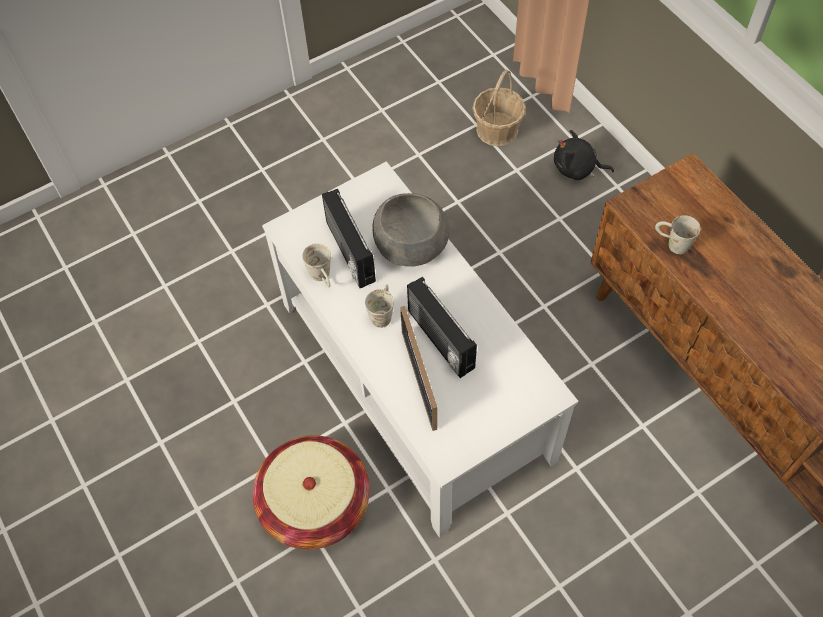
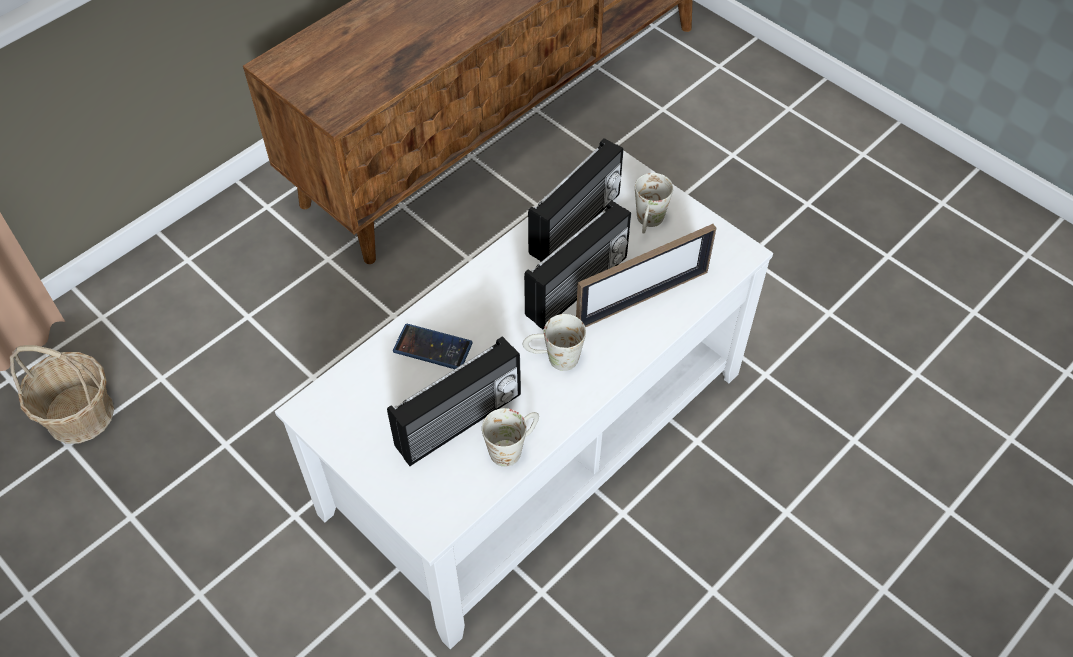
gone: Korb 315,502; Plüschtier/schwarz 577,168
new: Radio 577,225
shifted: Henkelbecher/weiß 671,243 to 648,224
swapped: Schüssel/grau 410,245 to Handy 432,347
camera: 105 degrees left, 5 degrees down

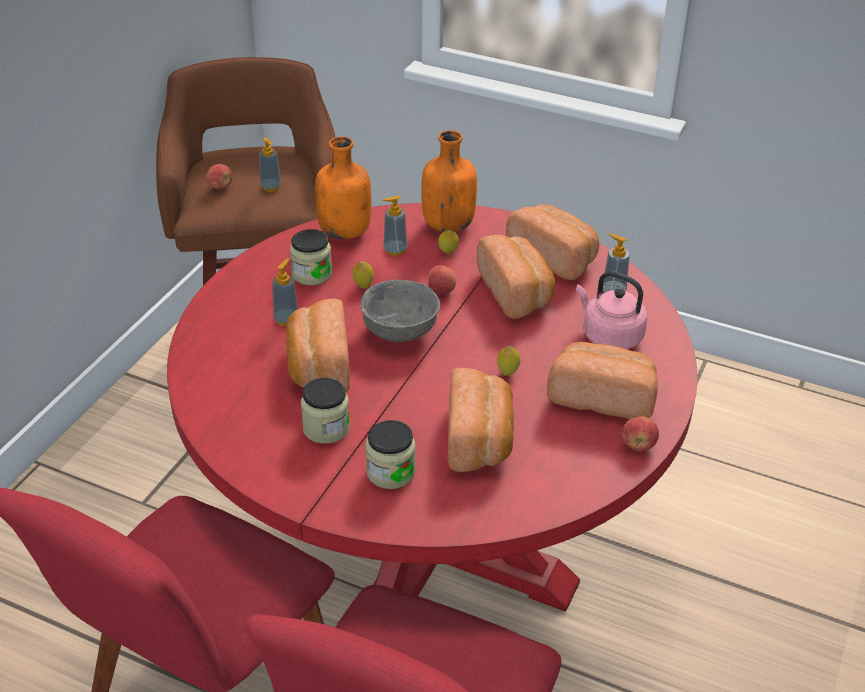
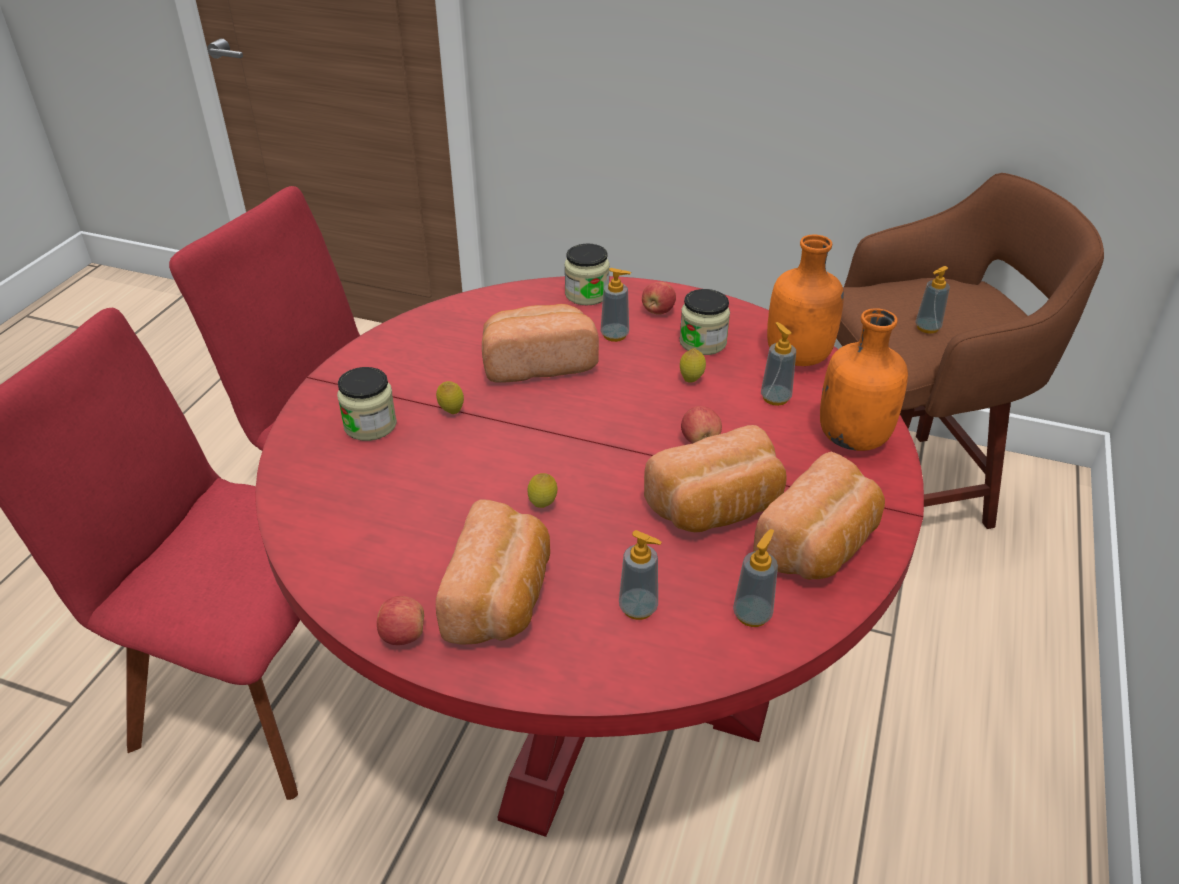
gone: Schüssel/grau 399,332; Brot 480,439
shifted: Zitrone 448,253 to 451,412; Vorratsglas 326,428 to 587,294; Apfel 220,187 to 658,311
swapped: Wasserkessel/rosa 609,336 to Seifenspender 638,607
camera: 85 degrees right, 0 degrees up

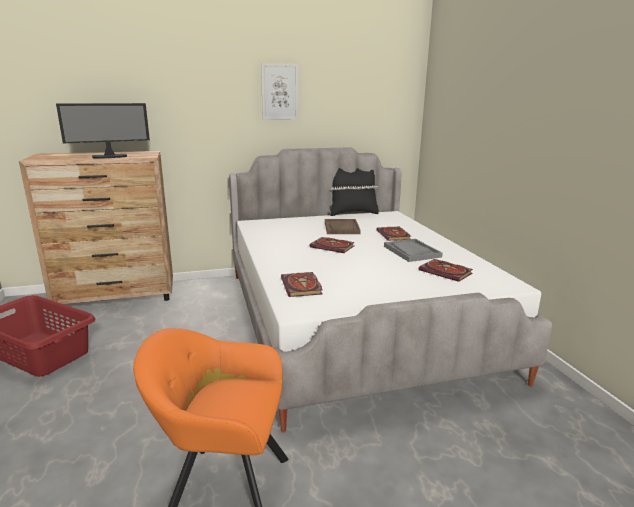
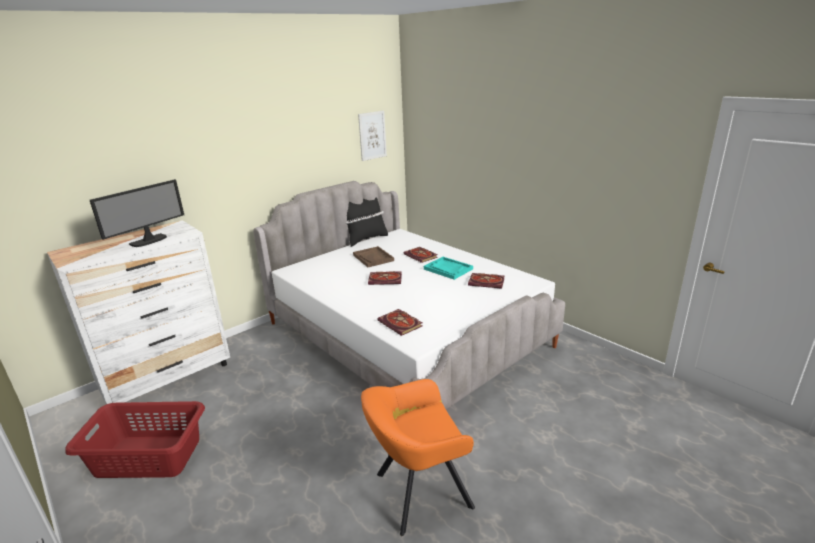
shifted: Bild 280,92 to 372,135
repainted: Kommode/braun 117,296 to Kommode/weiß 168,377; Tablett/grau 411,251 to Tablett/türkis 448,269
camera: 25 degrees left, 5 degrees up

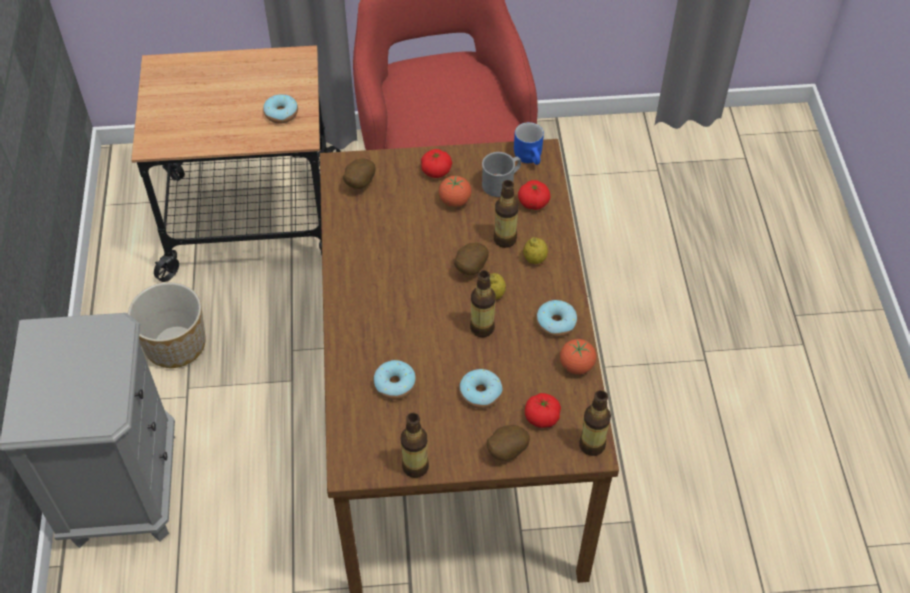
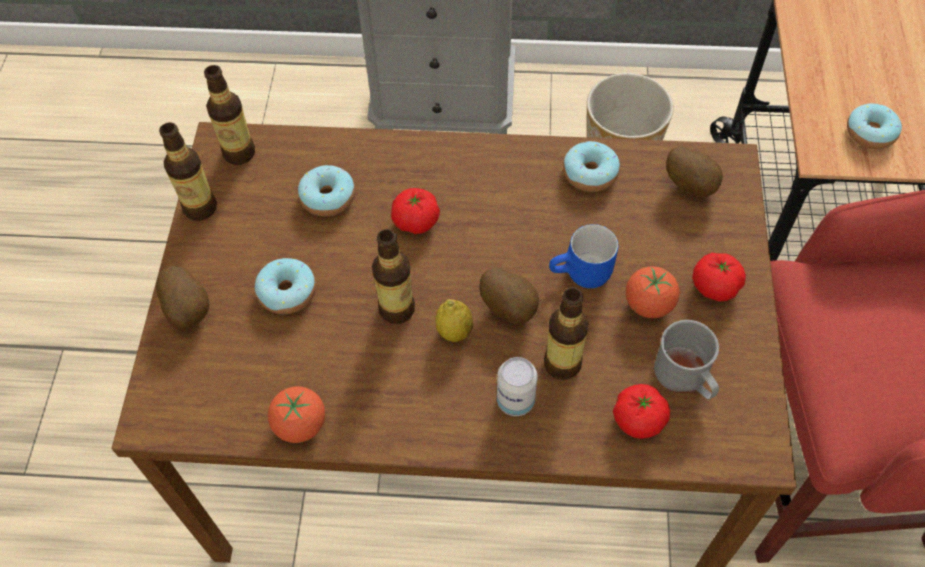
shifted: Flasche 592,445 to 239,153; Tomate 542,417 to 416,221; Henkelbecher/blau 531,157 to 582,276; Donut 556,323 to 590,173
swapped: Zitrone 534,259 to Dose 515,401
camera: 100 degrees right, 5 degrees up

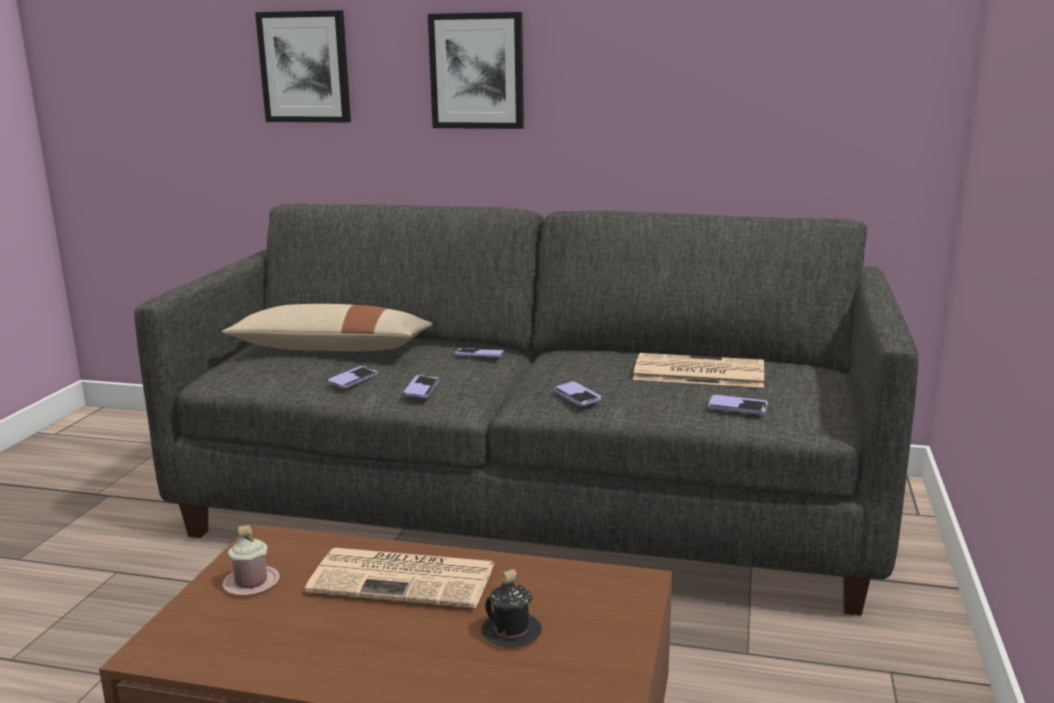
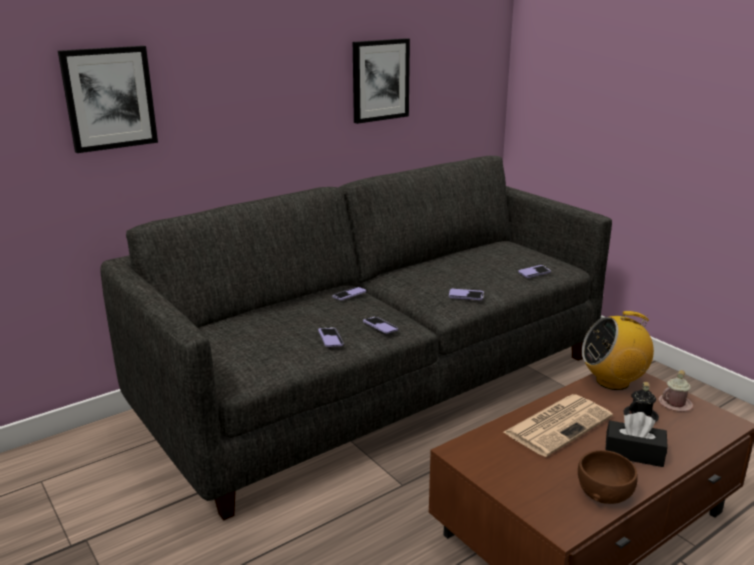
gone: Kissen/beige 332,349; Zeitung 697,372
new: Schüssel/braun 604,492; Radio 613,381; Taschentuchbox/schwarz 634,453
shifted: Bild 477,71 to 380,80; Henkelbecher/rosa 251,583 to 675,404
camera: 50 degrees left, 5 degrees up

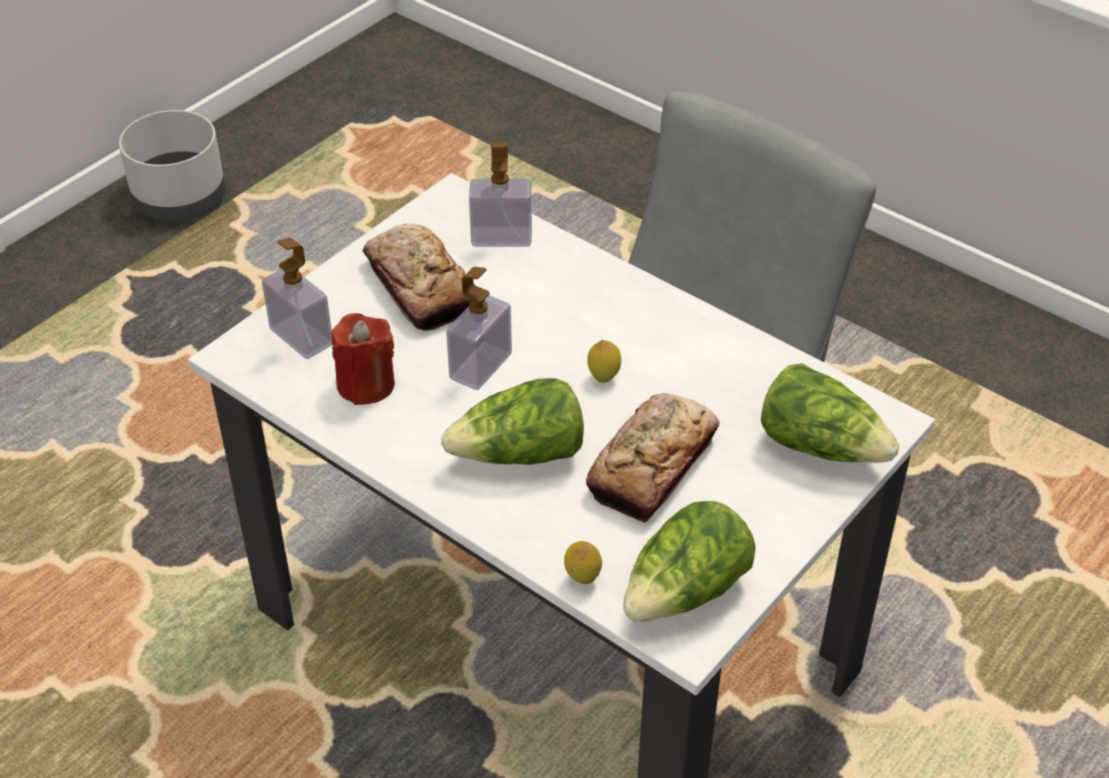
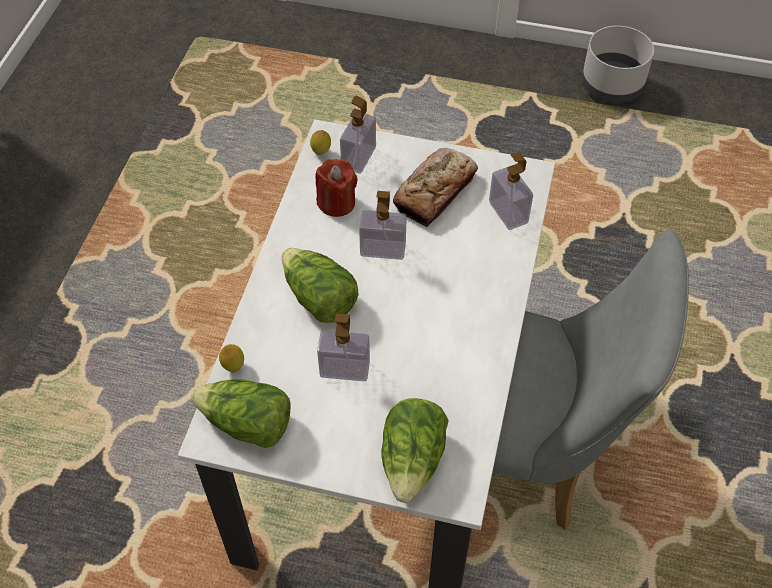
shifted: Zitrone 603,377 to 321,152
swapped: Brot 652,465 to Seifenspender 344,369
camera: 65 degrees right, 10 degrees up

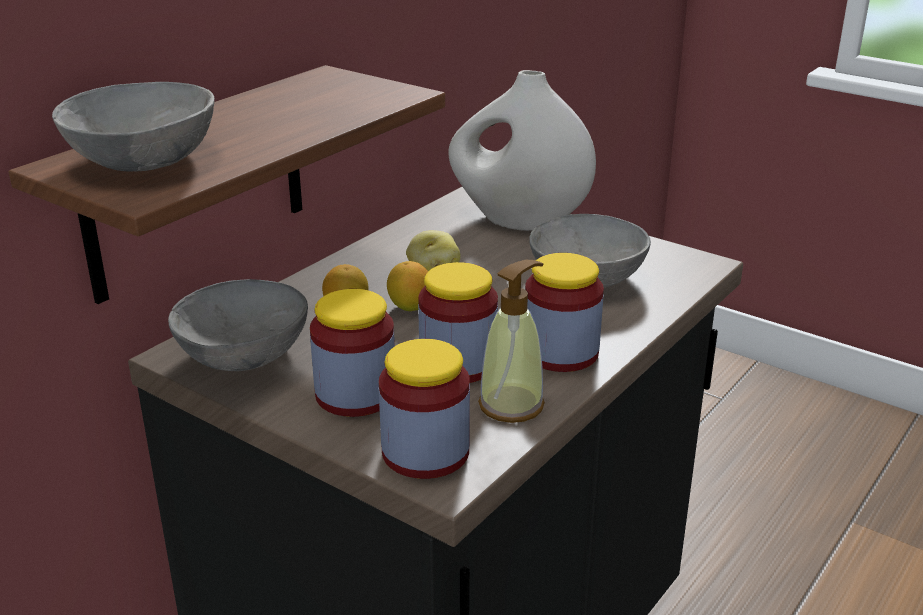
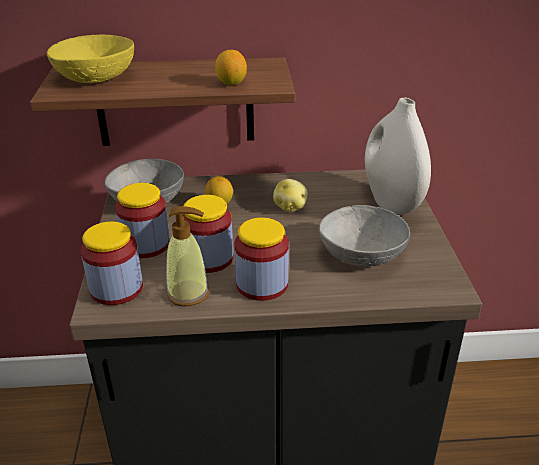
shifted: Zitrone 410,307 to 231,83
repainted: Schüssel/grau 146,159 to Schüssel/gelb 97,77
camera: 50 degrees right, 5 degrees up

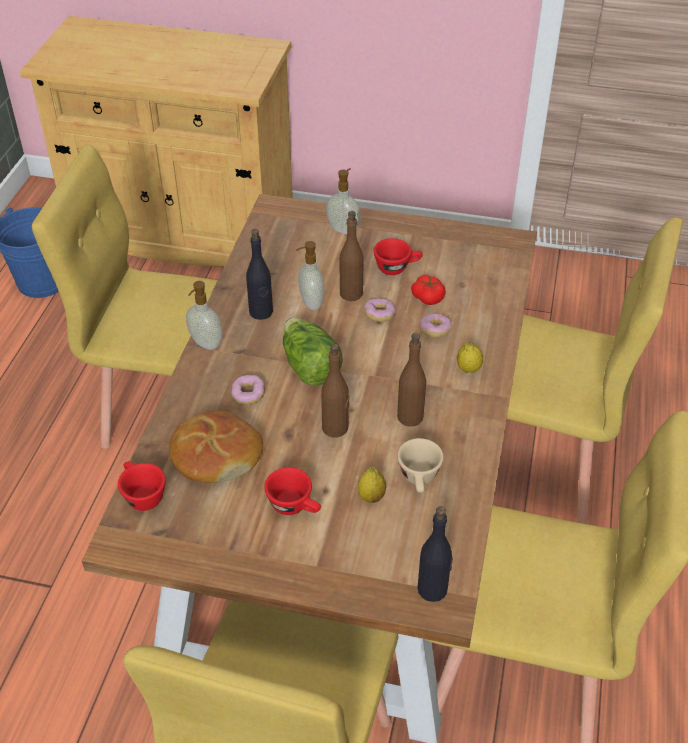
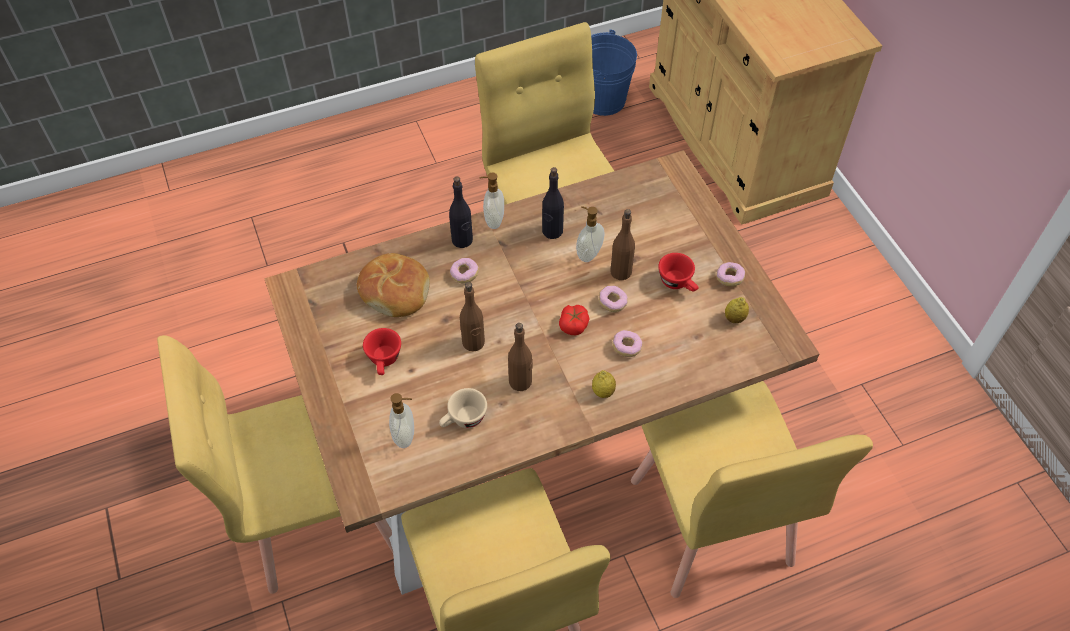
gone: Tasse/rot 141,495; Salatkopf 309,366
new: Donut 729,278
shifted: Seifenspender 343,229 to 405,436; Flasche/schwarz 433,589 to 462,240; Tomate 428,297 to 574,325; Zitrone 371,496 to 734,318
camera: 55 degrees right, 10 degrees up

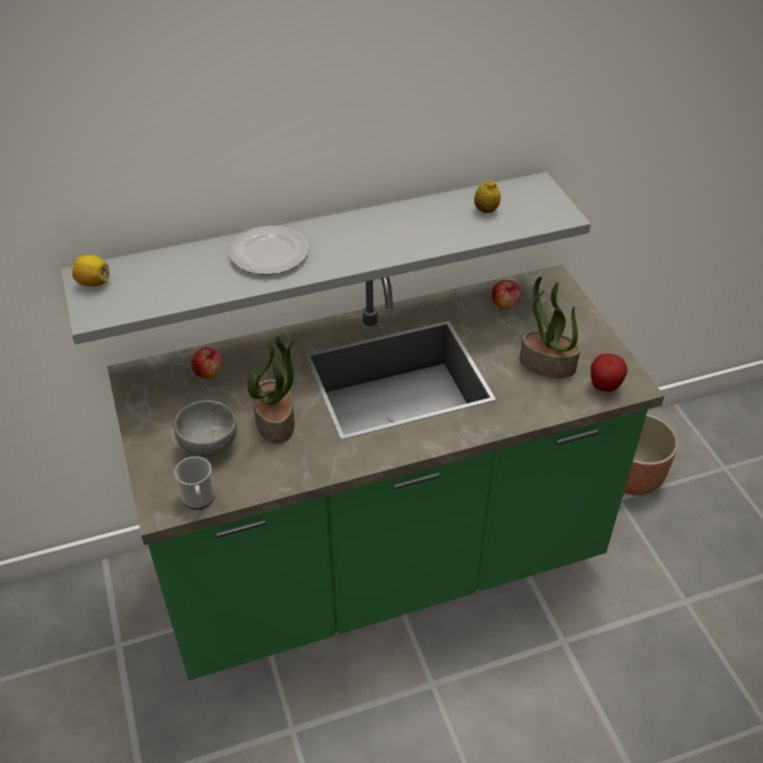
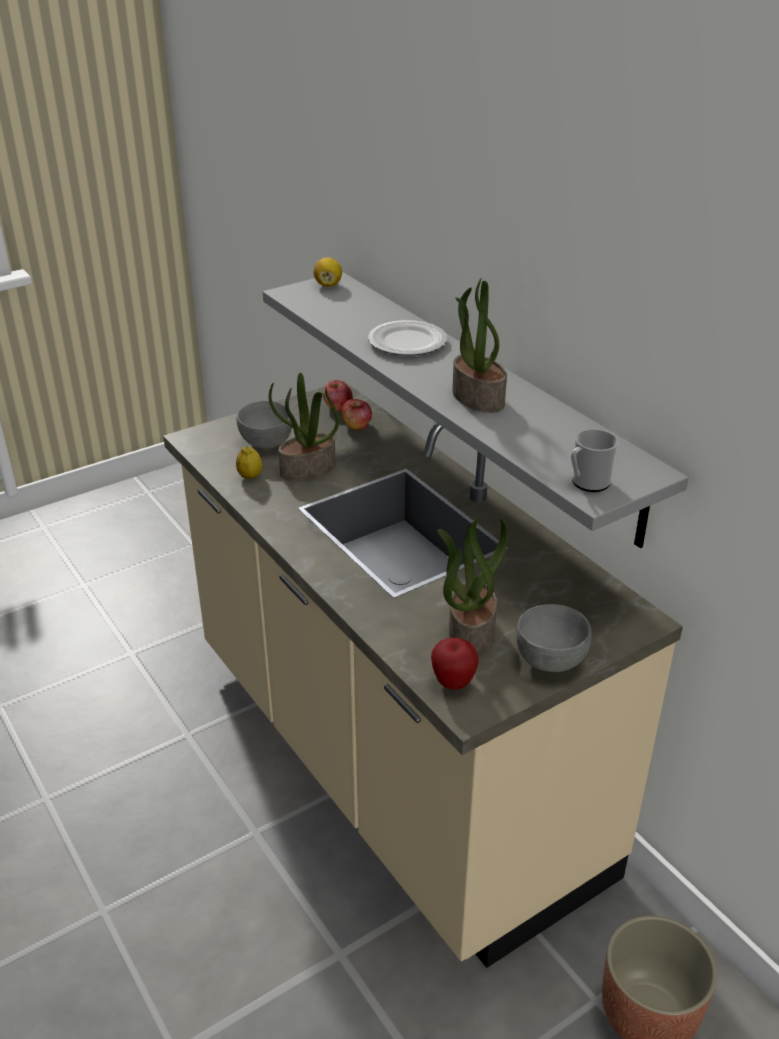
new: Topfpflanze 476,397; Schüssel/grau 551,661
shifted: Zitrone 486,210 to 250,476; Apfel 505,304 to 337,406; Henkelbecher 199,500 to 587,483
repainted: Küchenzeile/grün 381,566 to Küchenzeile/beige 389,761
camera: 75 degrees right, 10 degrees down

